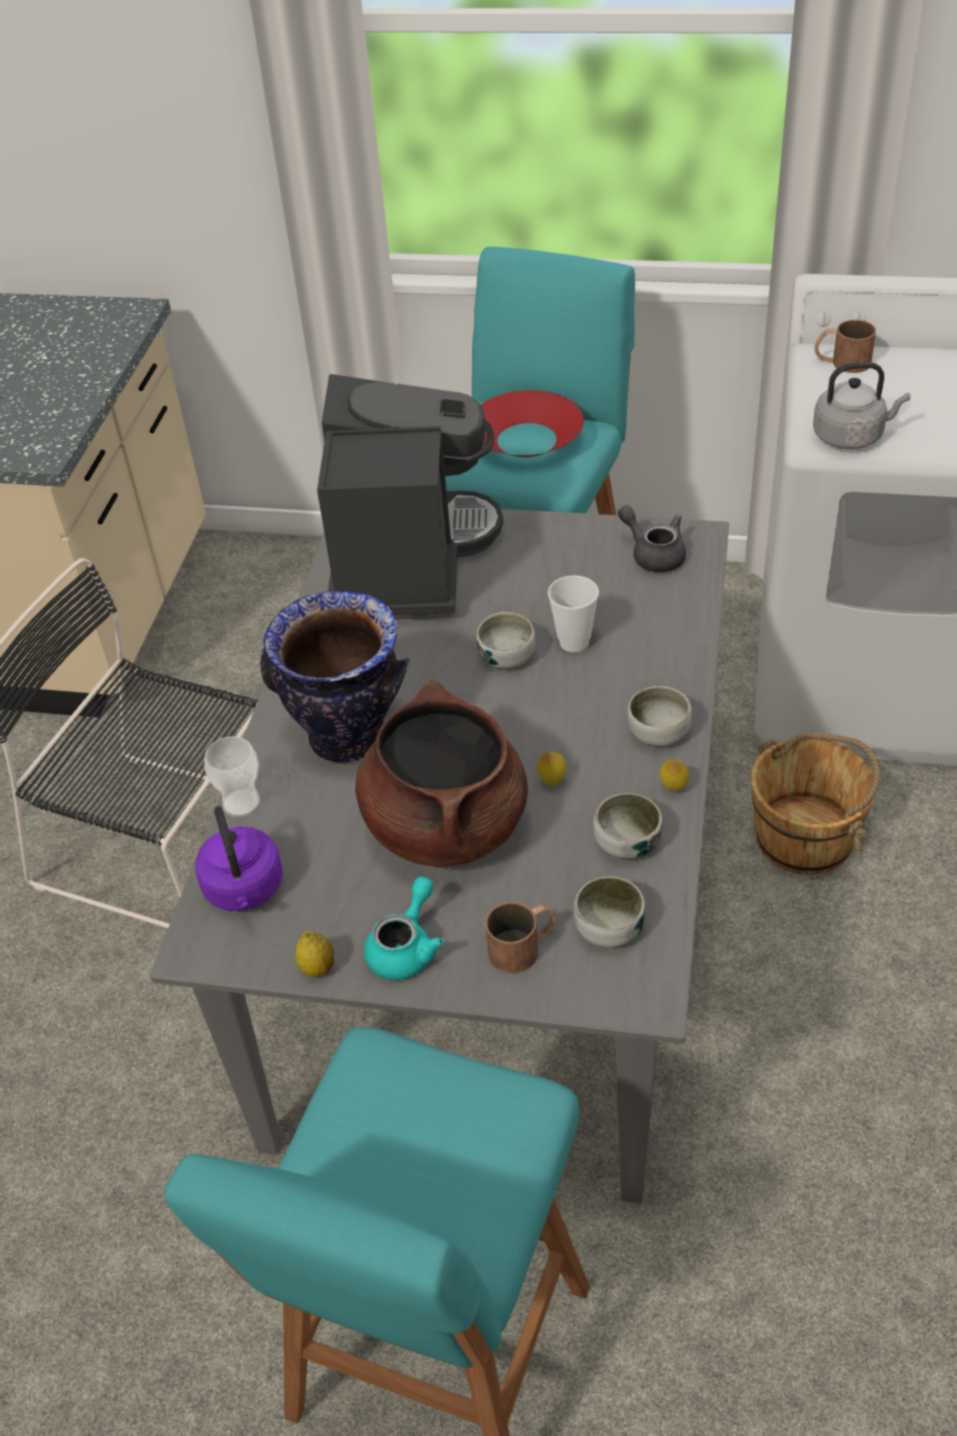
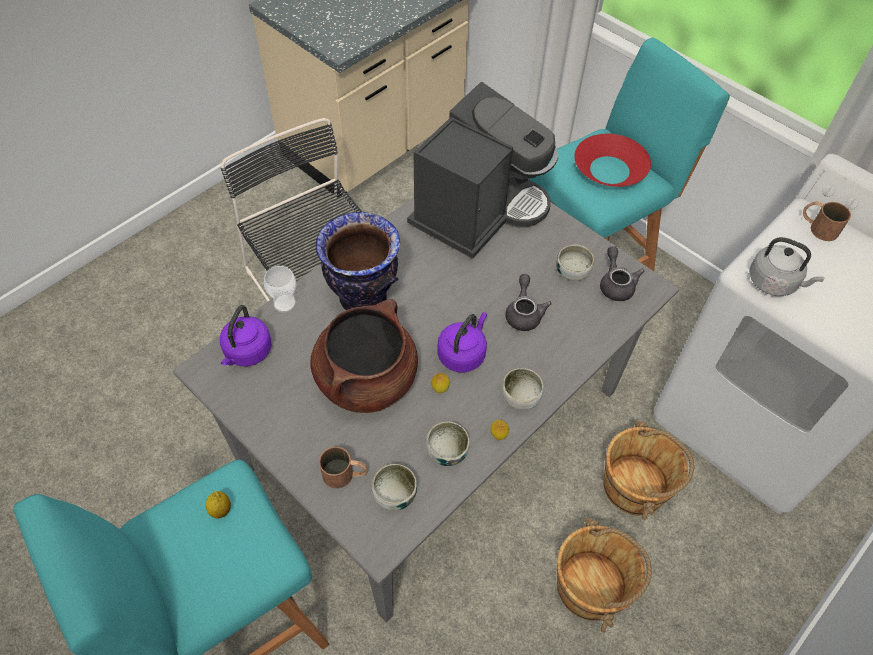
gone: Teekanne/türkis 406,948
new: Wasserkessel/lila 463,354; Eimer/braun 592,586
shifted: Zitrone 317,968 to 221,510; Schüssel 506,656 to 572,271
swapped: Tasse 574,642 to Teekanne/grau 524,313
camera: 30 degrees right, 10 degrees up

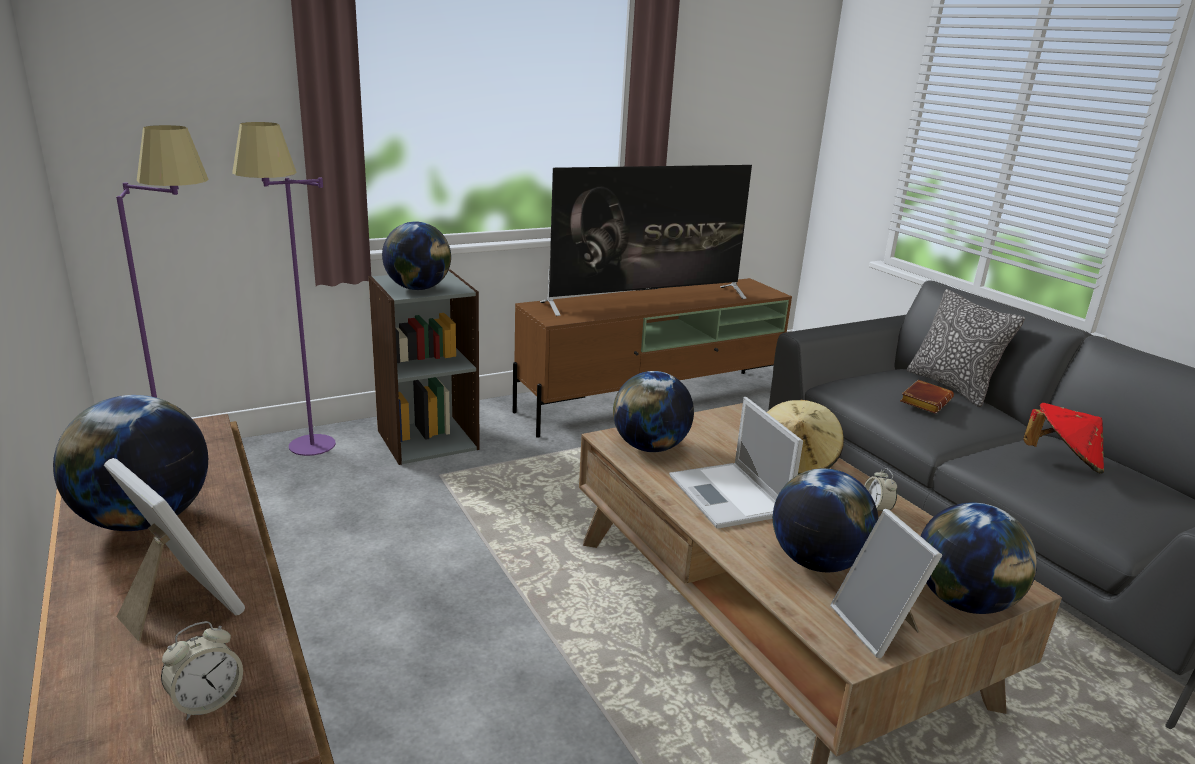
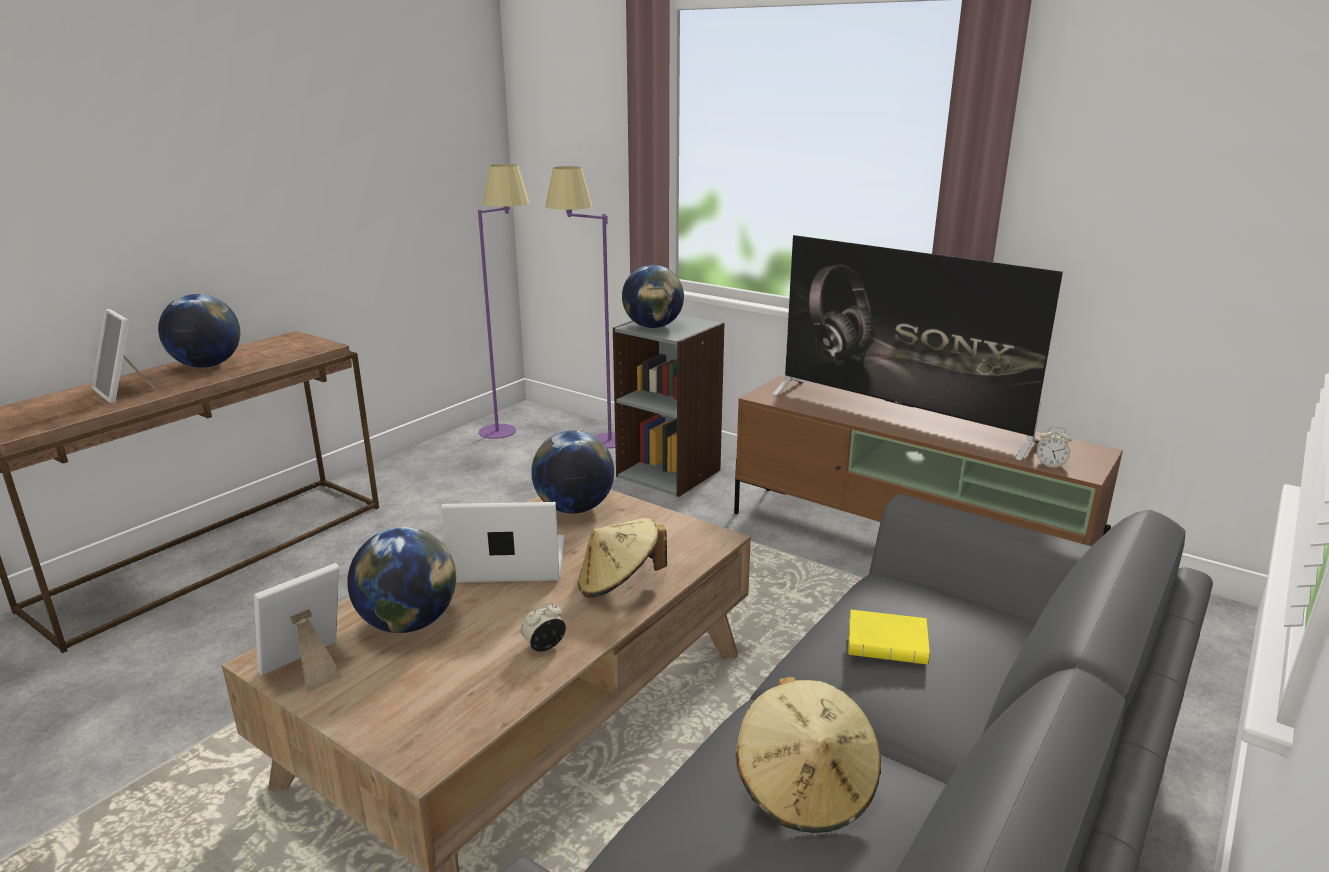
gone: Kissen 951,386; Globus 963,602
shifted: Wecker 207,701 to 1050,465
repainted: Hut/rot 1063,461 to Hut/beige 806,788; Buch/braun 924,401 to Buch/gelb 889,643
rotated: Bilderrahmen 179,605 = 124,392 120 degrees clockwise; Laptop 729,496 = 507,561 45 degrees clockwise
camera: 65 degrees right, 0 degrees up

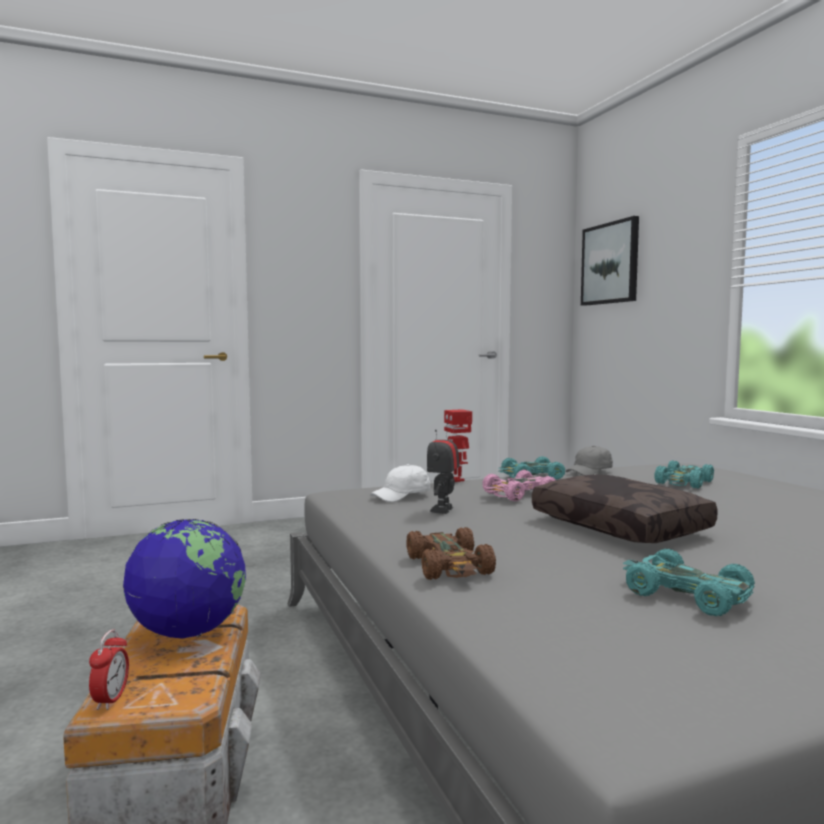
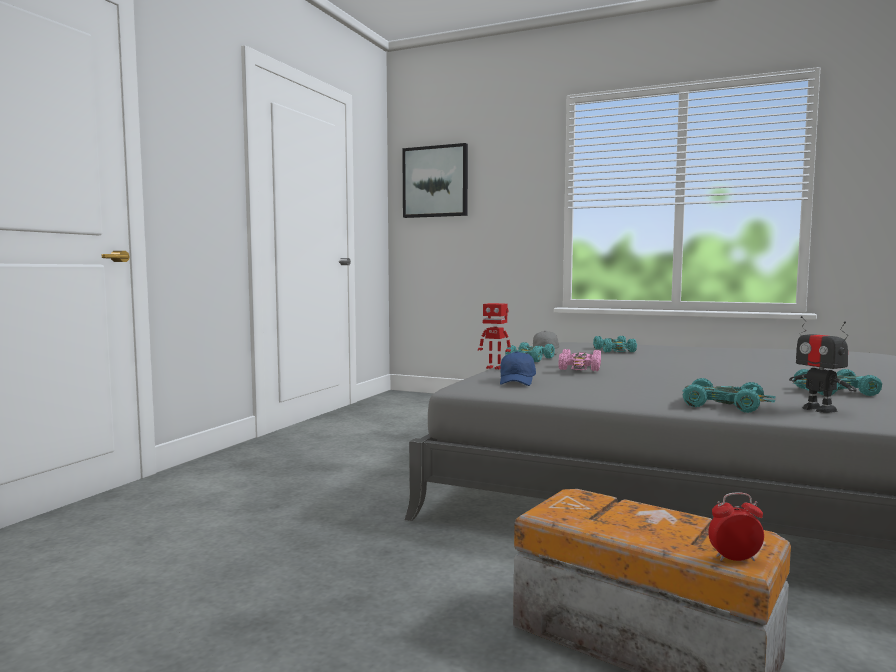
gone: Globus 188,632; Kissen/braun 621,526
shifted: Spielzeugroboter 442,510 to 818,409
repainted: Kappe/weiß 402,496 to Kappe/blau 517,381; Spielzeugauto/braun 450,566 to Spielzeugauto/türkis 724,405
rotated: Wecker 111,700 = 735,559 45 degrees counterclockwise
camera: 45 degrees left, 0 degrees up

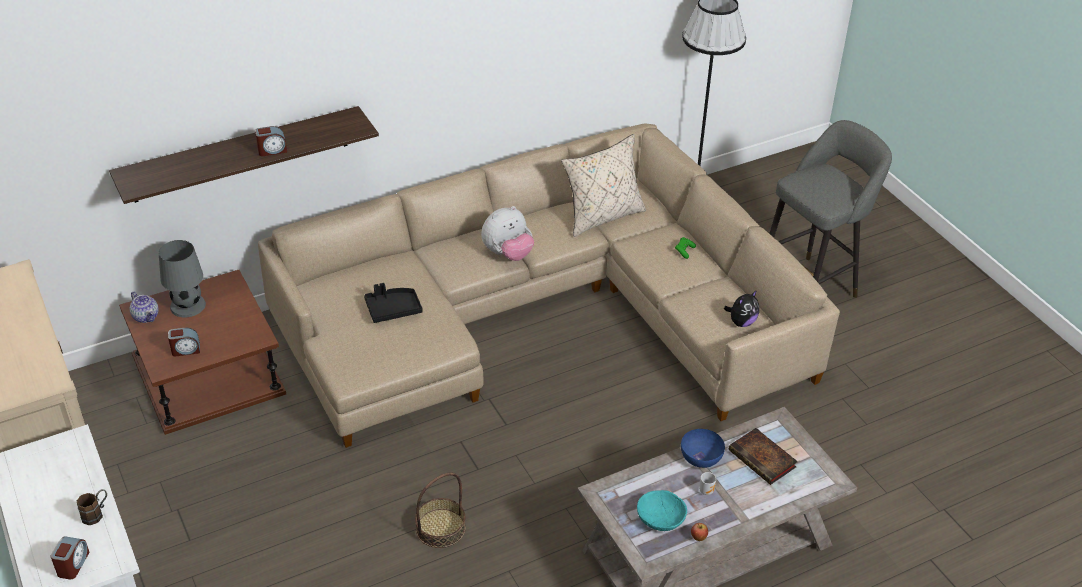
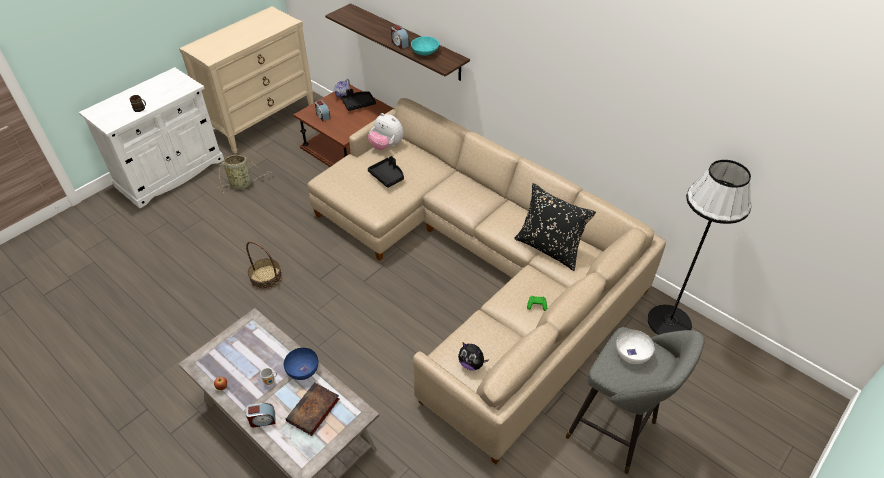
new: Korb 243,184; Schüssel/weiß 631,354
shifted: Wecker 73,564 to 262,420; Plüschtier 507,254 to 386,146; Schüssel/türkis 661,519 to 425,52
swapped: Tischlampe/grau 187,305 to Tablett/schwarz 358,104
repainted: Kissen/beige 602,216 to Kissen/schwarz 549,248
camera: 70 degrees right, 5 degrees up

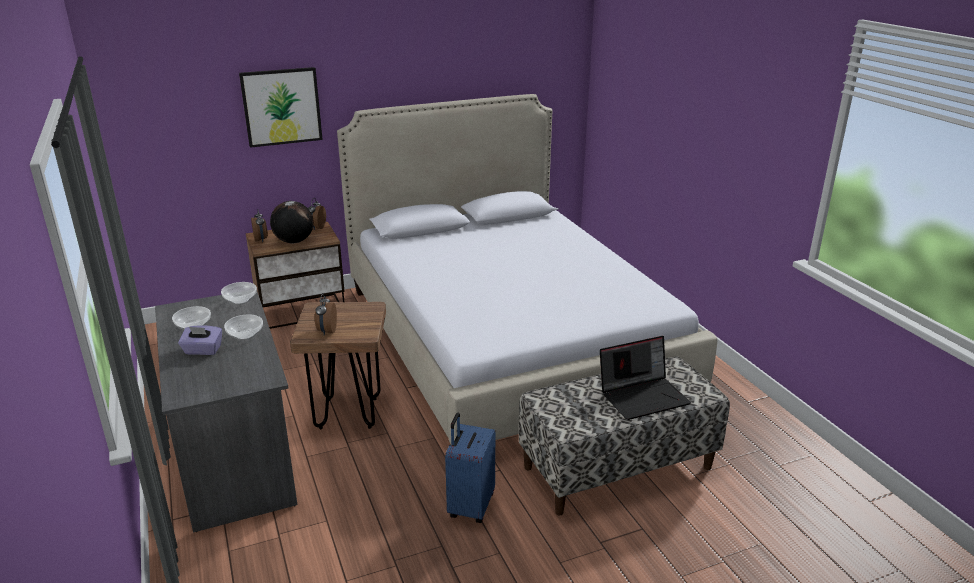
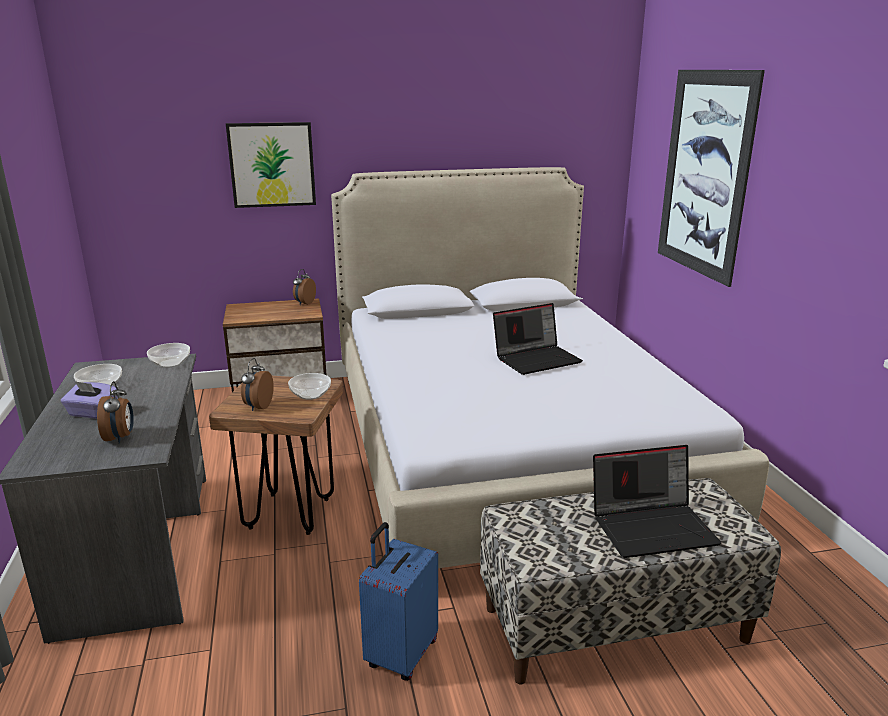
gone: Globus 294,241
new: Laptop 537,359; Bild 705,174
shifted: Wecker 261,240 to 120,437; Schüssel 245,335 to 310,395
camera: 10 degrees right, 5 degrees down

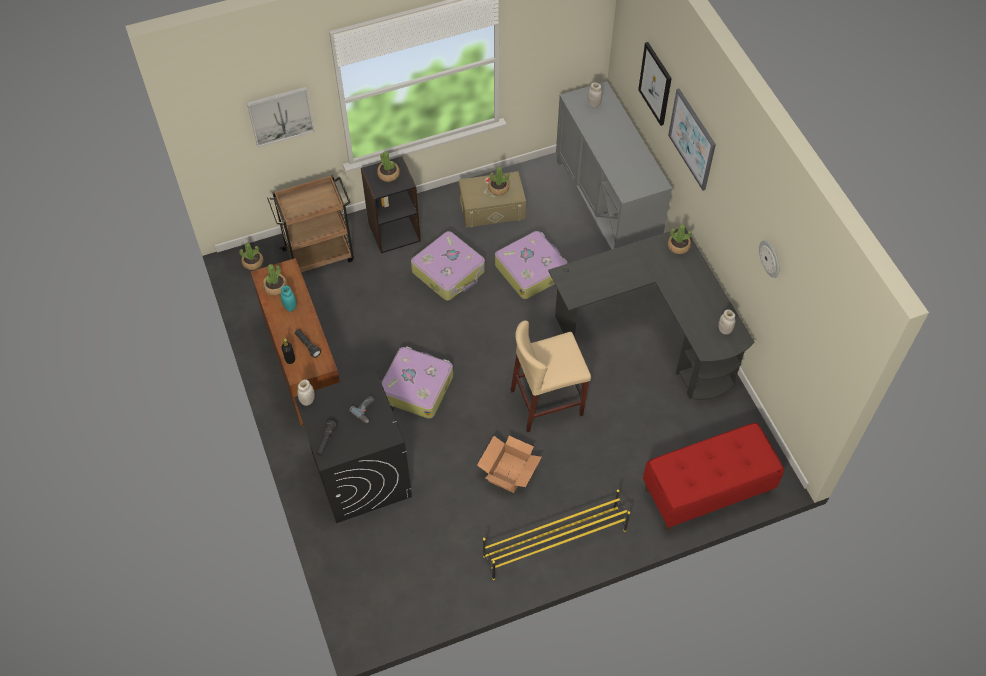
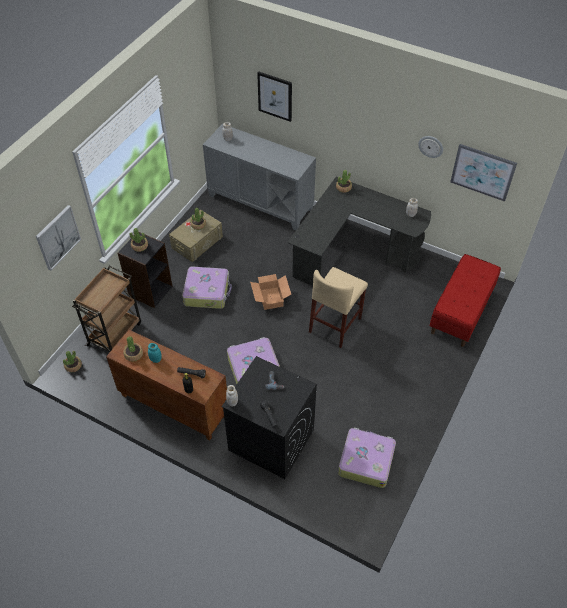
gone: Schuhregal/gelb 554,543
shifted: Karton 510,472 to 271,298; Koffer 531,270 to 366,461; Bild 692,139 to 482,172
camera: 40 degrees left, 5 degrees down

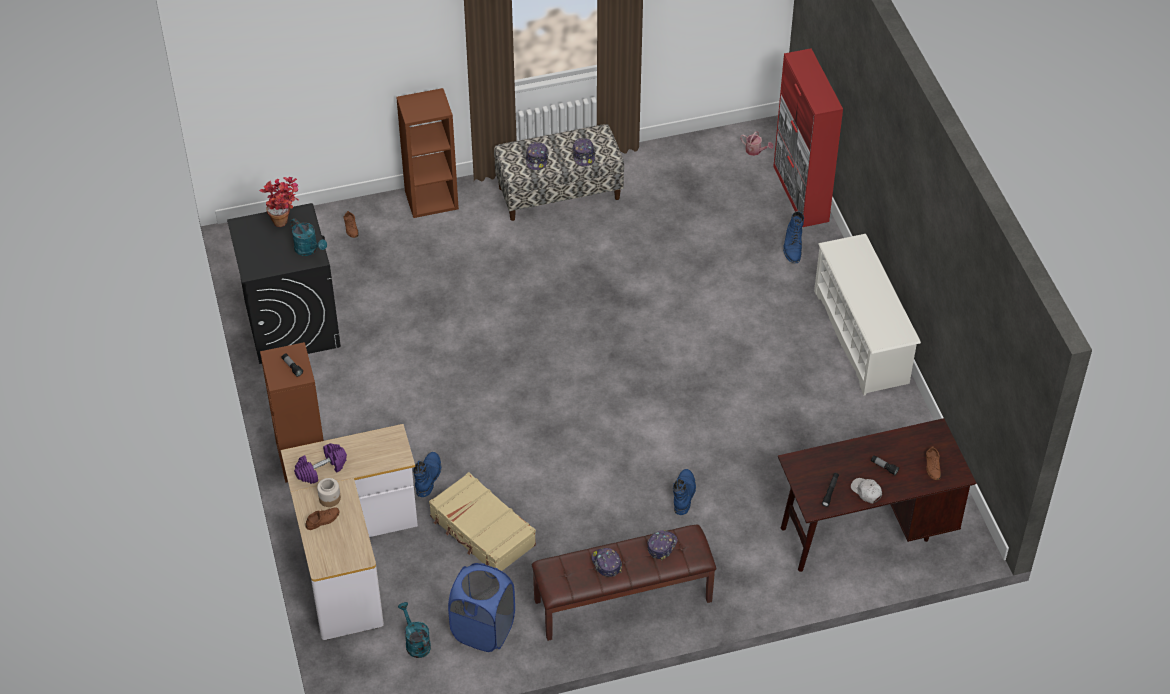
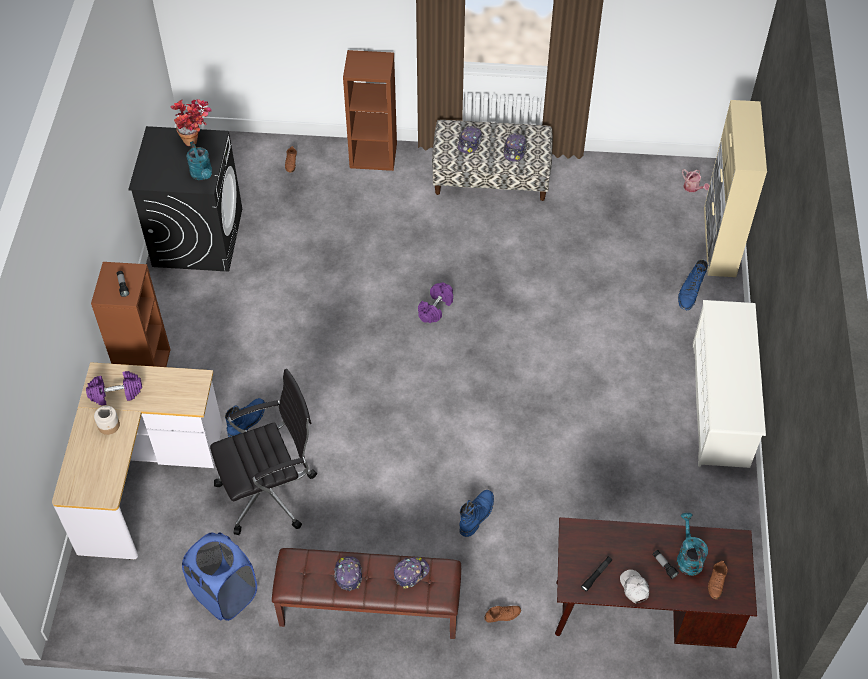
new: Hantel/lila 435,308
shifted: Schuh/braun 322,520 to 502,615; Gießkanne/türkis 415,642 to 688,557
swapped: Koffer/beige 482,531 to Bürostuhl/schwarz 270,492
repainted: Schrank/rot 800,194 to Schrank/beige 719,242
camera: 20 degrees right, 5 degrees up

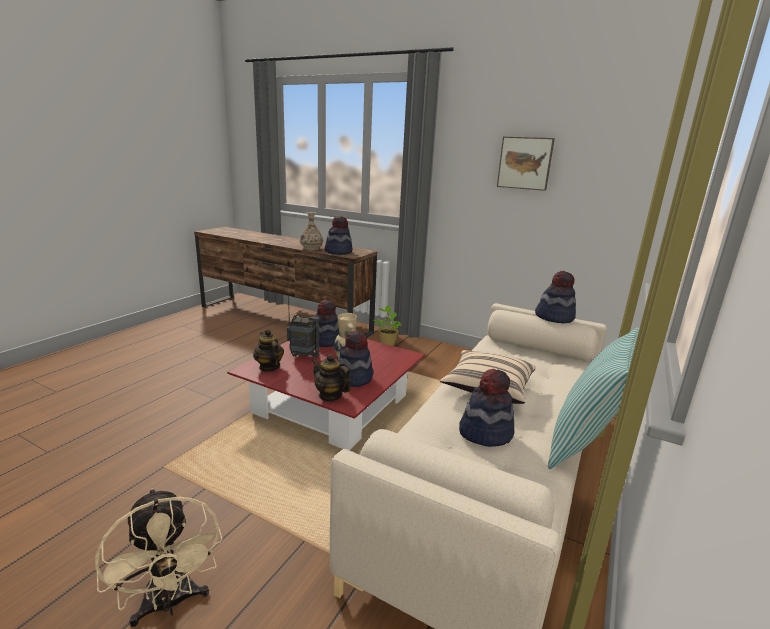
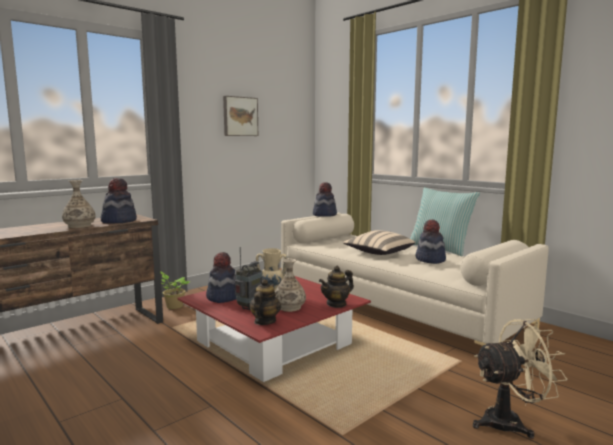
gone: Hut 354,378
new: Vase 289,307
rotated: Teekanne 269,367 = 264,321 120 degrees clockwise
camera: 70 degrees left, 10 degrees down

